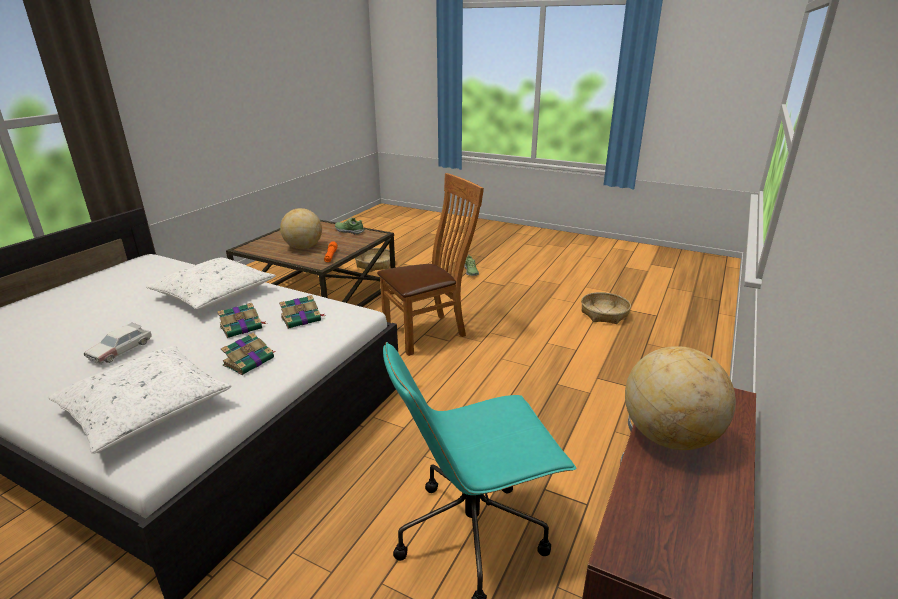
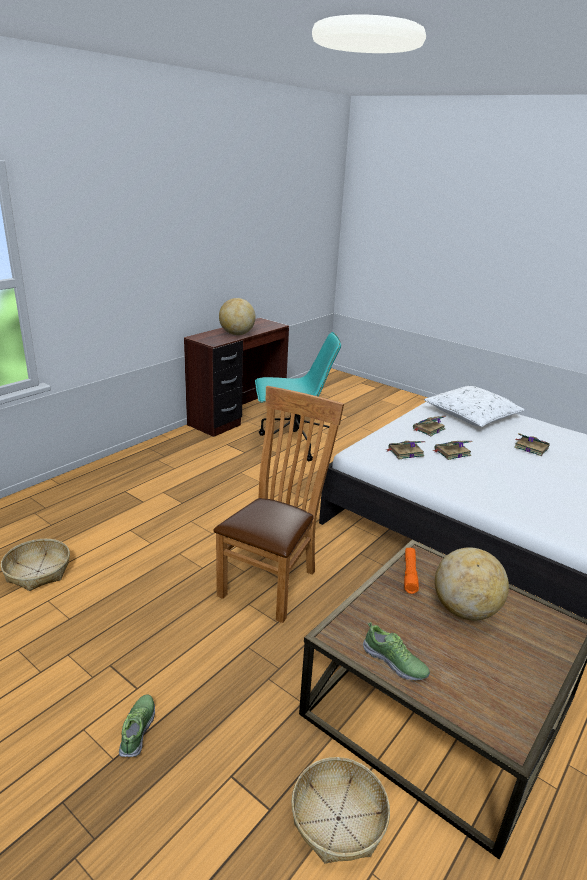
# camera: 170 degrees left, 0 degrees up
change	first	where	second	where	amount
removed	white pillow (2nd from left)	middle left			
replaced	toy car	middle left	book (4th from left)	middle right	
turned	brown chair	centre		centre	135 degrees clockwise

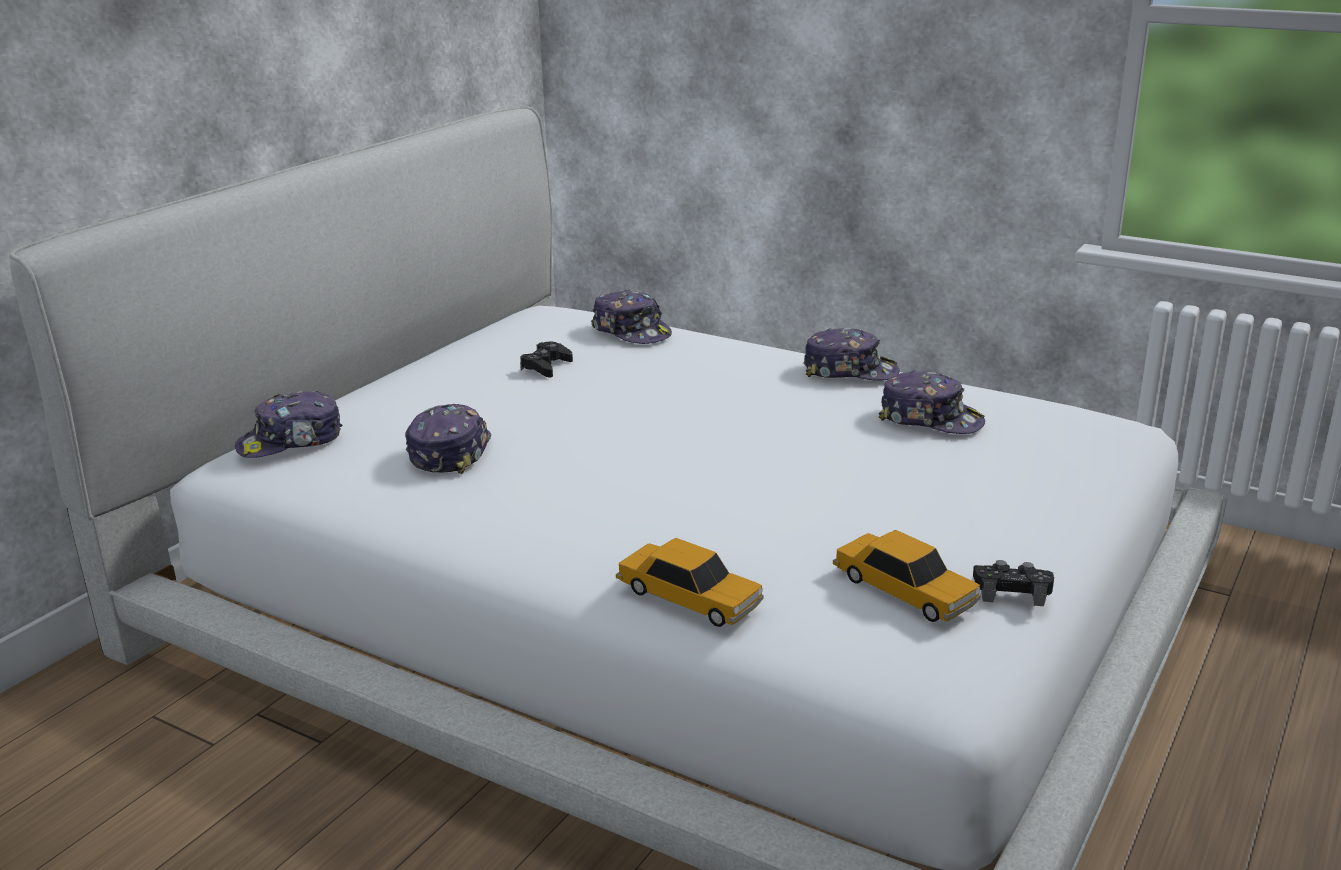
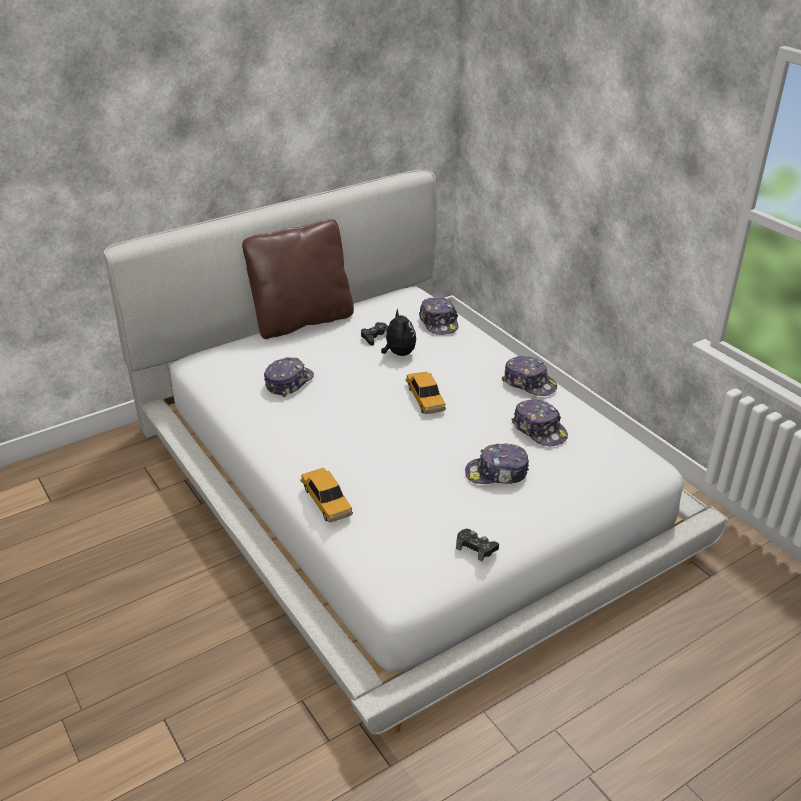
# camera: 25 degrees right, 10 degrees up
change	first	where	second	where	amount
added			brown pillow	centre	
added			plush toy	centre	
moved	cap (1st from left in the first image)	middle left	cap (3rd from left)	centre	
moved	toy car (2nd from left)	middle right		centre	

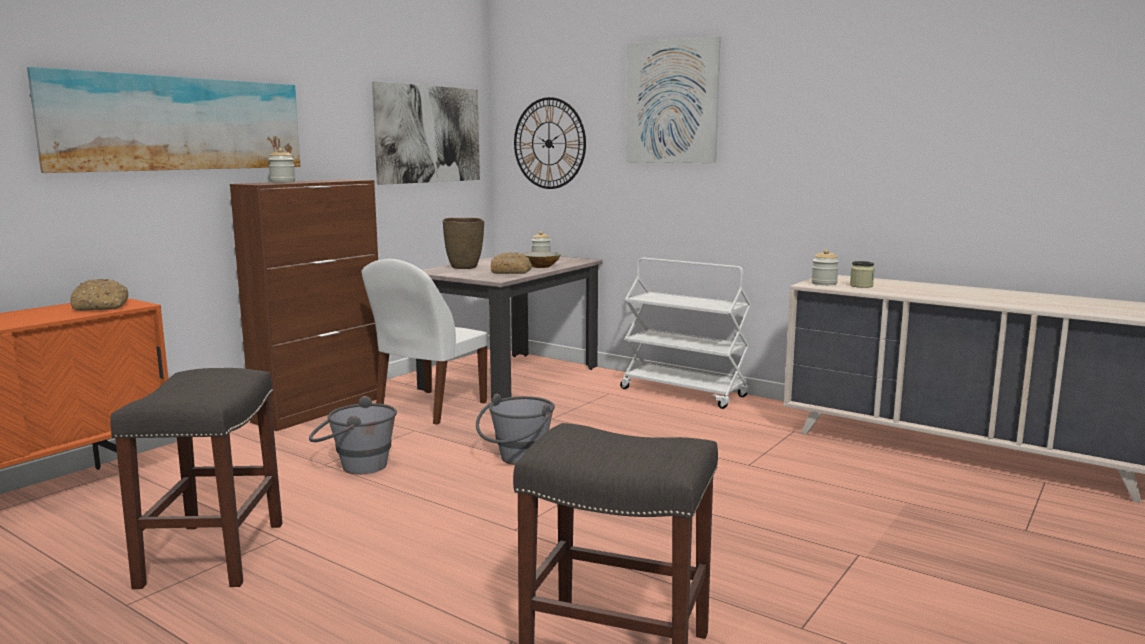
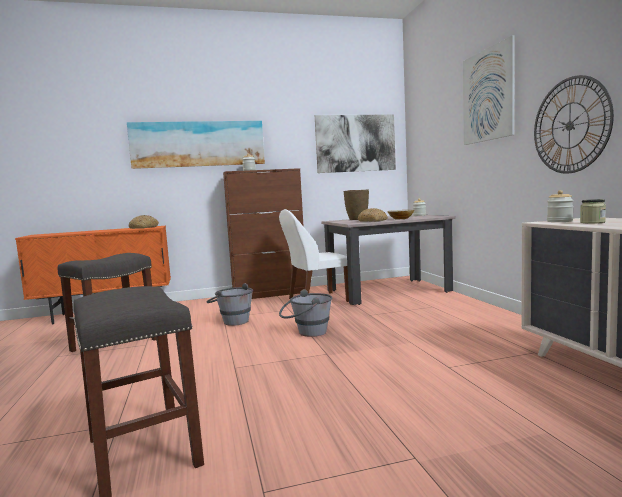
# camera: 40 degrees right, 5 degrees down
change	first	where	second	where	amount
removed	white cart	centre			
moved	wall clock	top centre		top right	

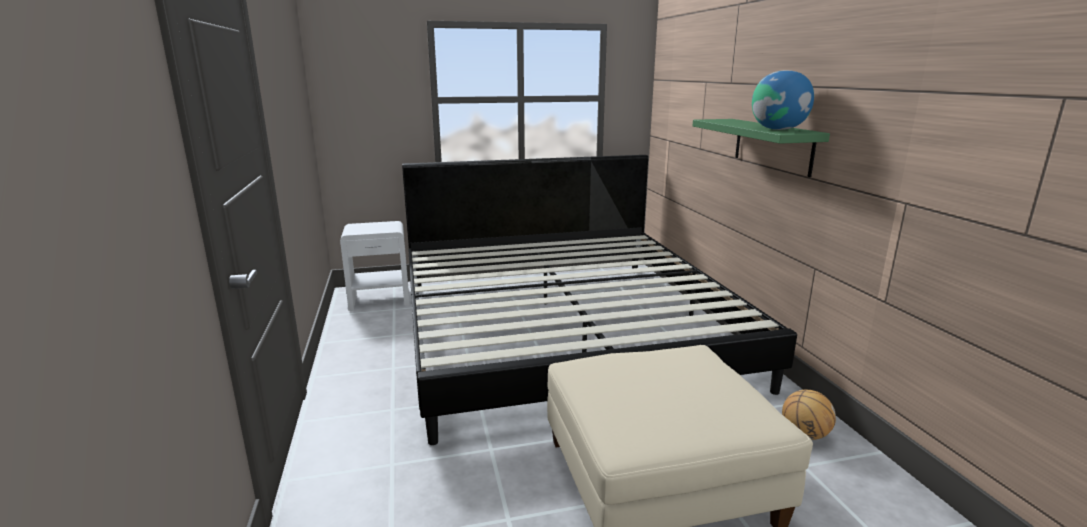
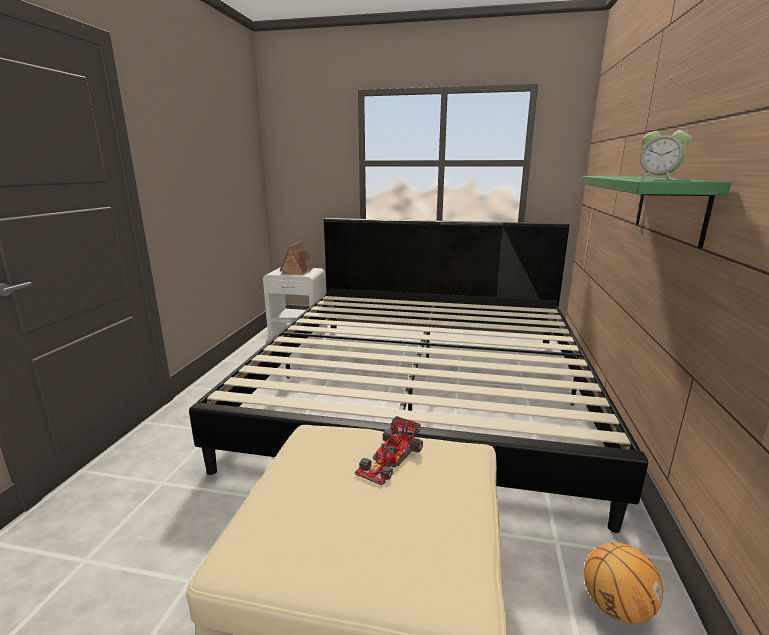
# camera: 25 degrees right, 0 degrees up
change	first	where	second	where	amount
added			toy house	centre	
added			toy car	bottom centre	
replaced	globe	top right	alarm clock	top right	

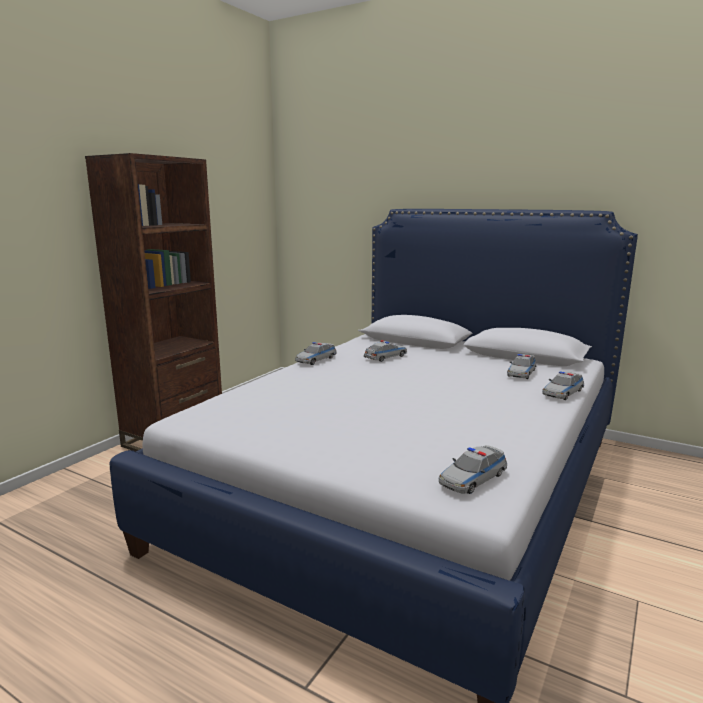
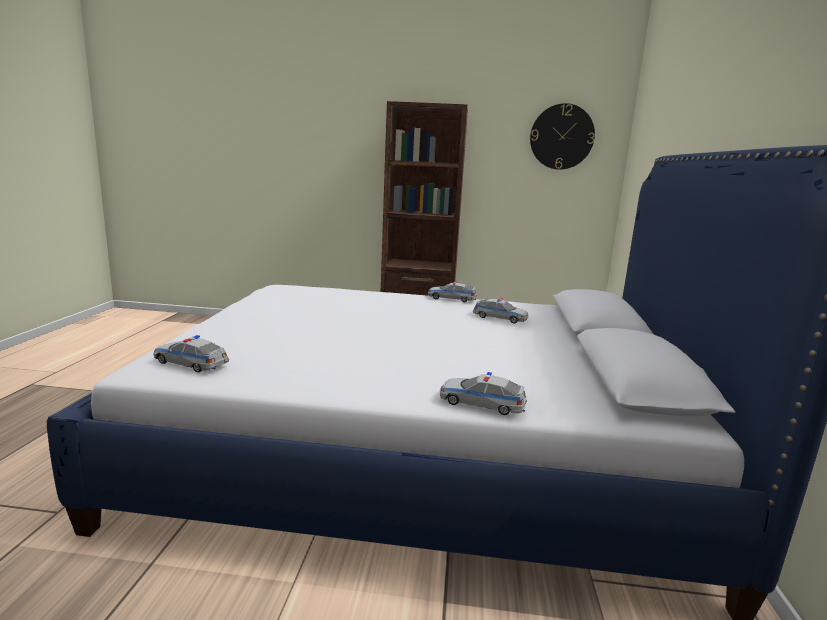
# camera: 65 degrees right, 0 degrees up
change	first	where	second	where	amount
removed	toy car (4th from left)	middle right			
added			wall clock	top right	

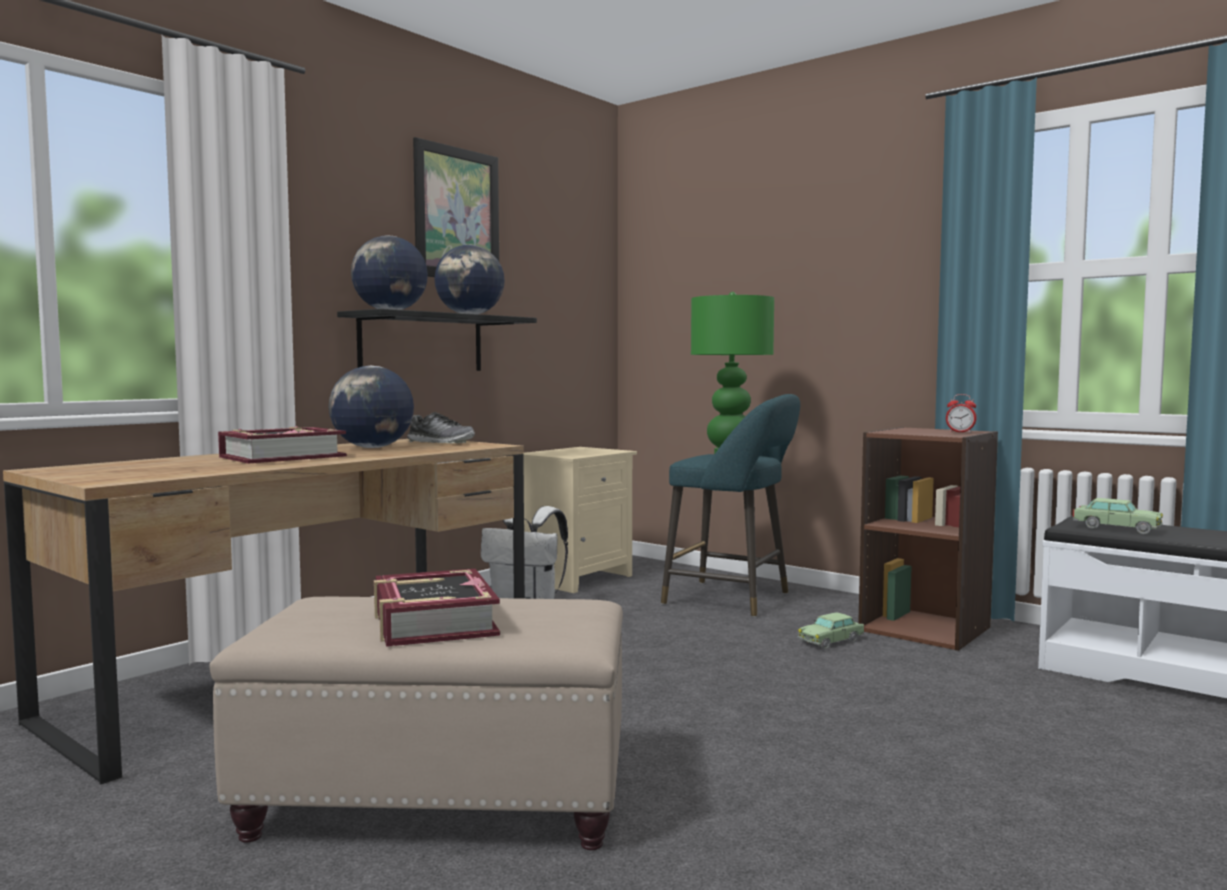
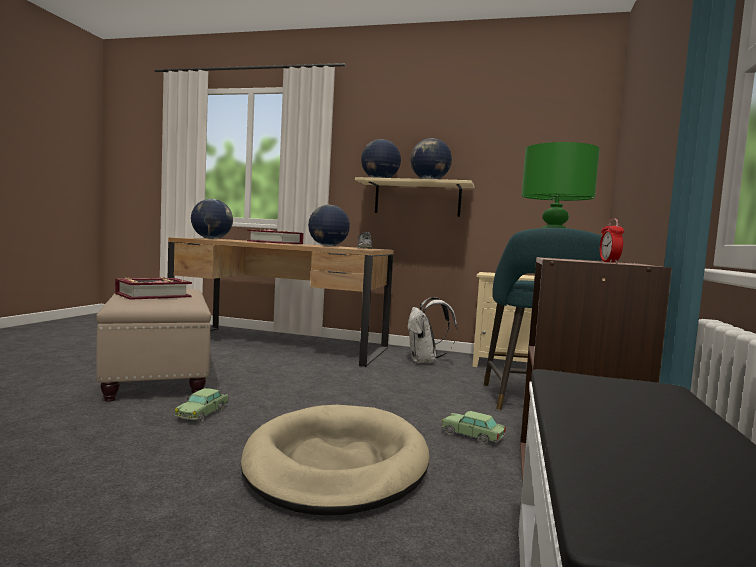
# camera: 65 degrees right, 0 degrees up
change	first	where	second	where	amount
removed	picture	top centre			
added			globe (1st from left)	middle left	
added			beige dog bed	bottom centre	
moved	toy car (2nd from left in the first image)	middle right	toy car (1st from left)	bottom left	
recoloured	black shelf	centre	beige shelf	centre	

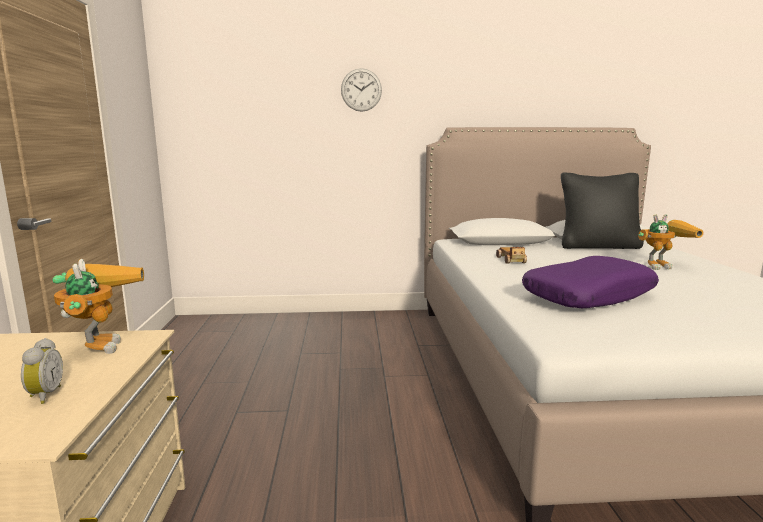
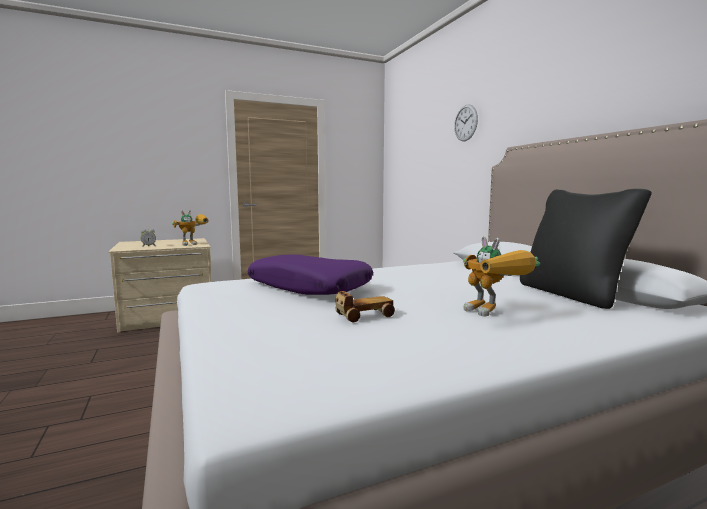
# camera: 70 degrees right, 5 degrees down
change	first	where	second	where	amount
moved	toy car	middle right		centre	

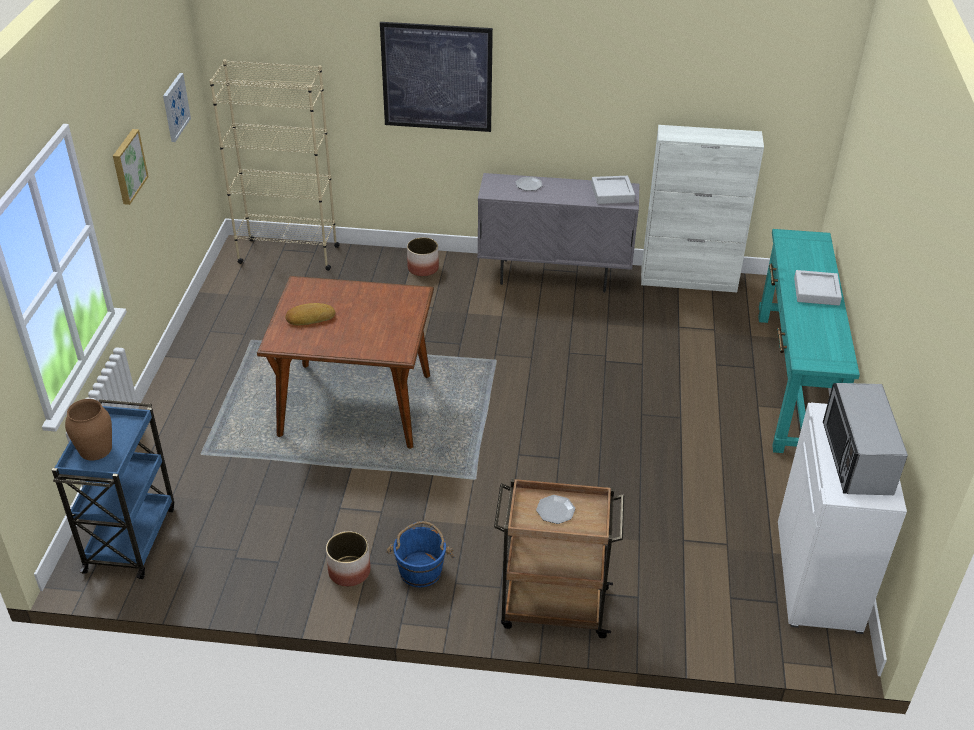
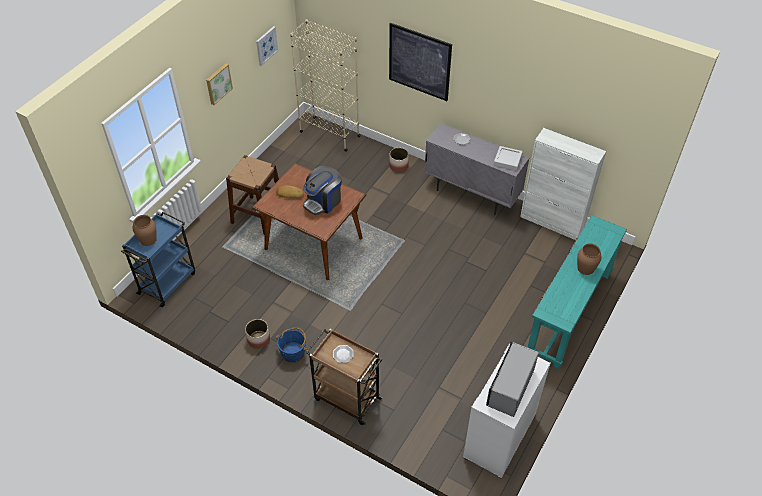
# camera: 25 degrees right, 10 degrees up
change	first	where	second	where	amount
added			brown stool	middle left	
added			coffee machine	centre	
replaced	grey tray (2nd from left)	middle right	brown vase (2nd from left)	middle right	

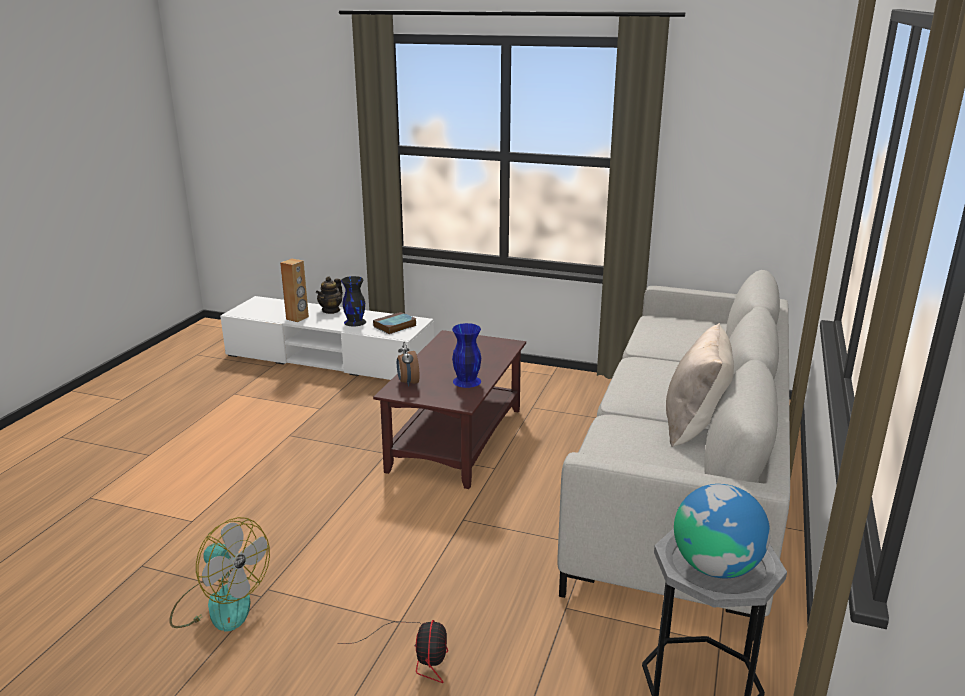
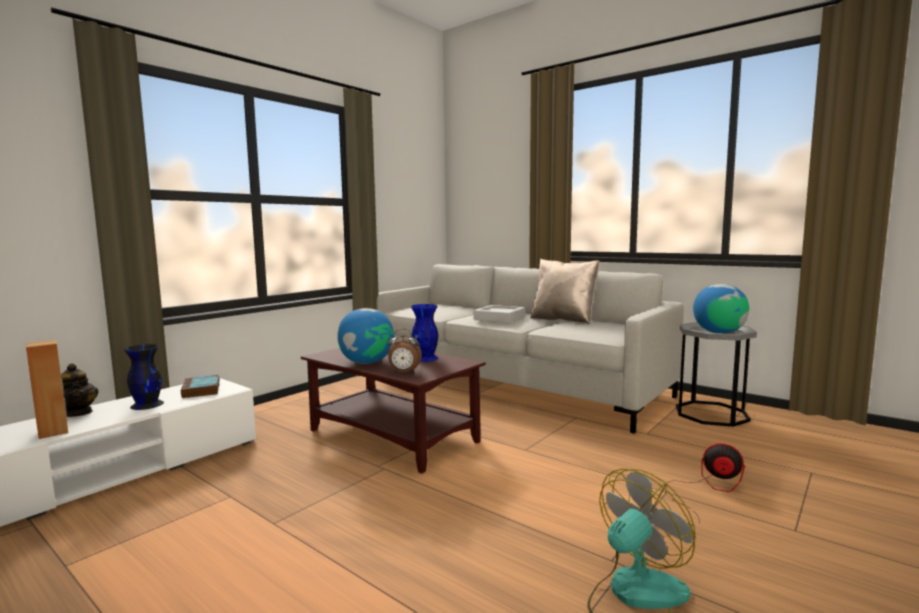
# camera: 70 degrees left, 15 degrees down
change	first	where	second	where	amount
added			globe (1st from left)	centre	
added			grey tray	centre	

